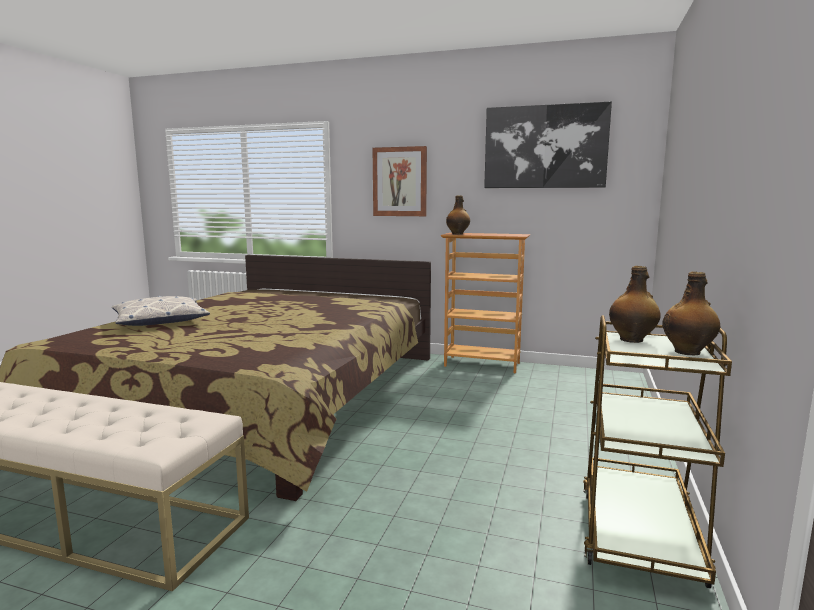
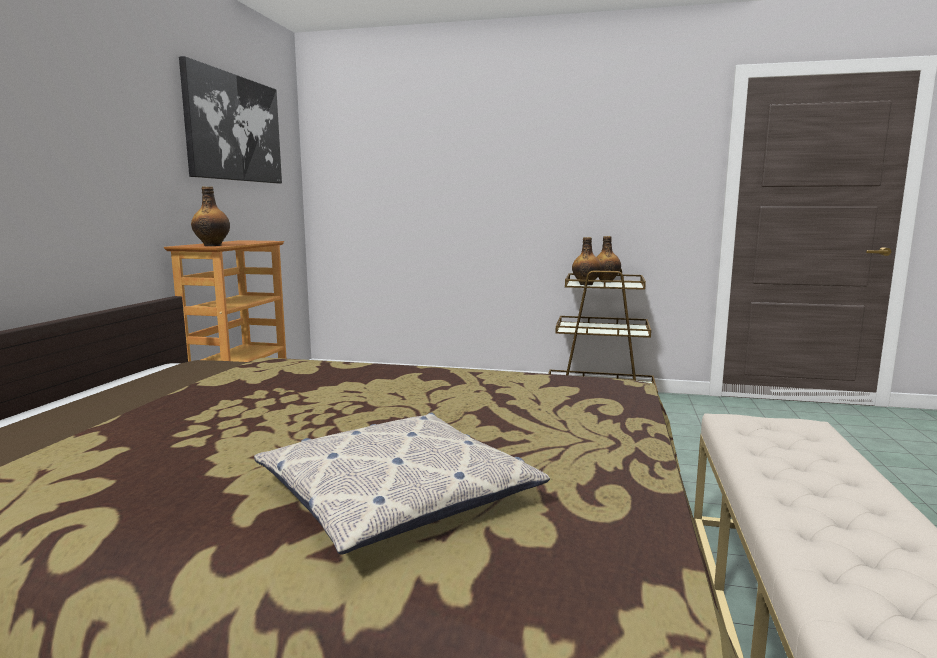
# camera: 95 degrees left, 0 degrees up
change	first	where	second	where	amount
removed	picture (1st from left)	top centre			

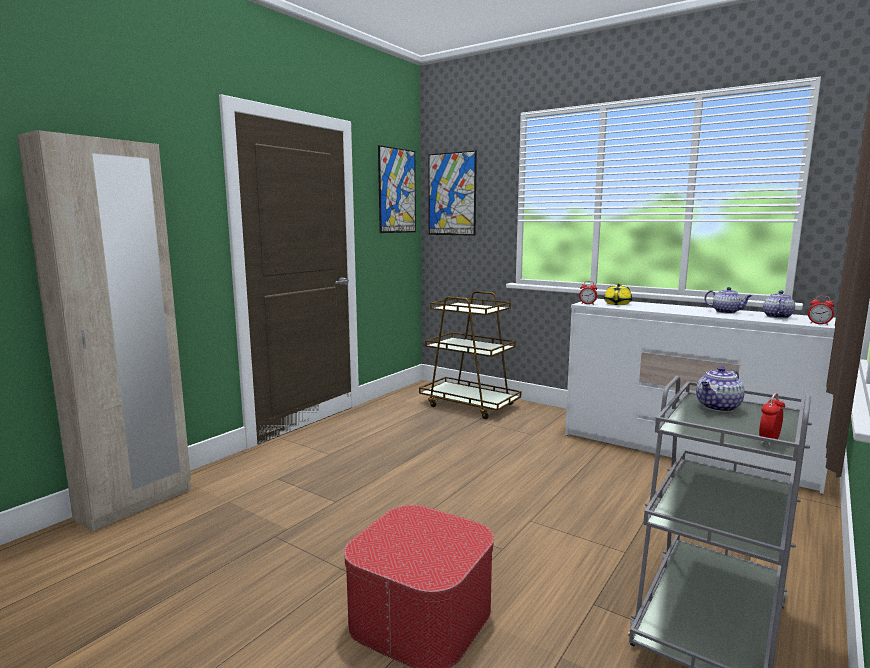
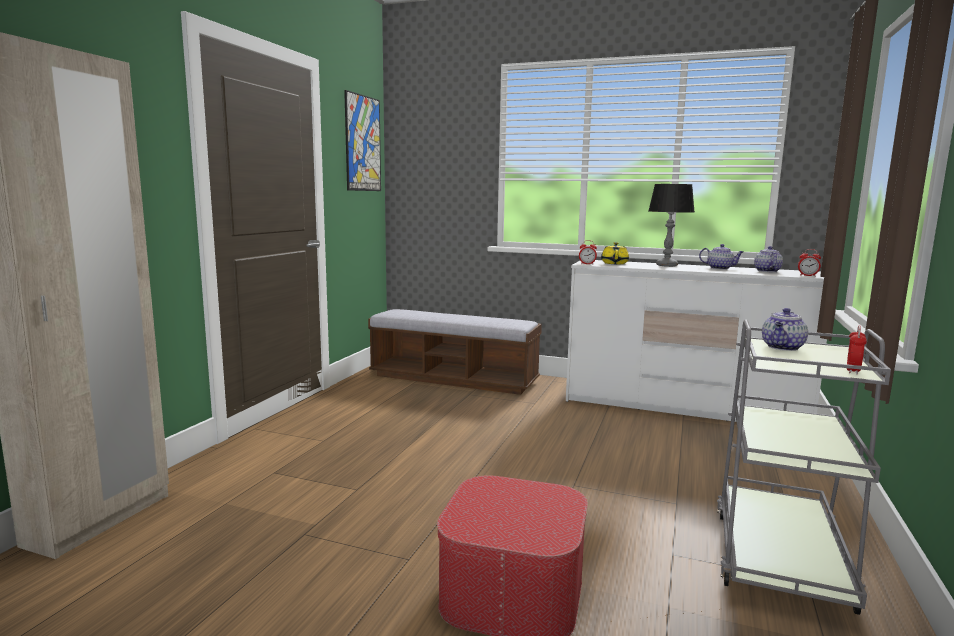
# camera: 15 degrees left, 0 degrees up
change	first	where	second	where	amount
removed	picture (2nd from left)	top centre			
added			table lamp	middle right	
replaced	brown cart	centre	bench	centre	

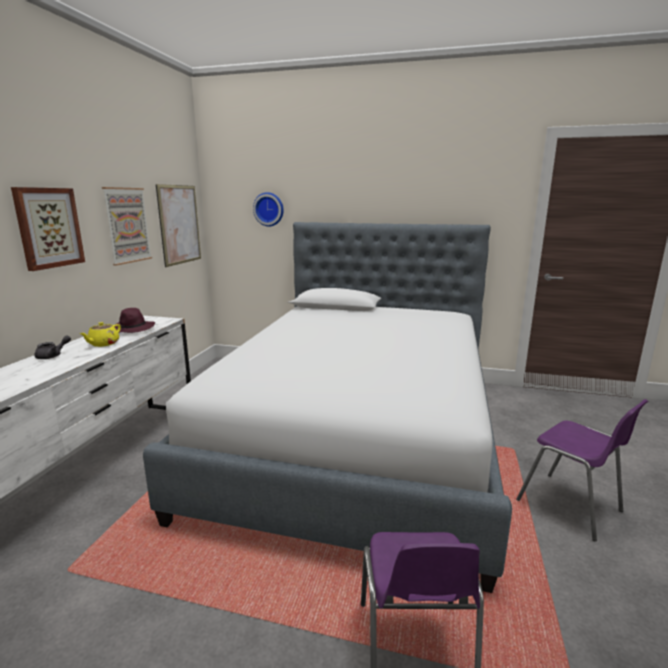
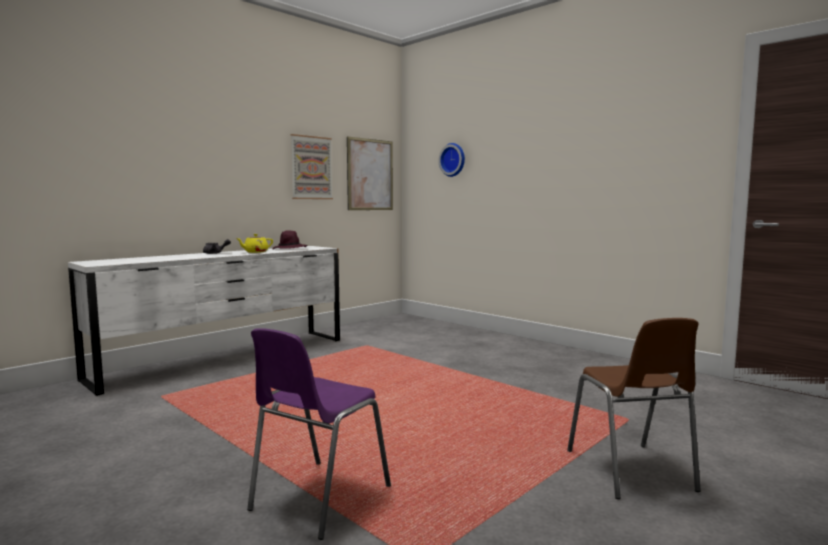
# camera: 30 degrees right, 10 degrees down
change	first	where	second	where	amount
removed	picture (1st from left)	middle left			
removed	bed	centre			
recoloured	purple chair (2nd from left)	bottom right	brown chair	bottom right	

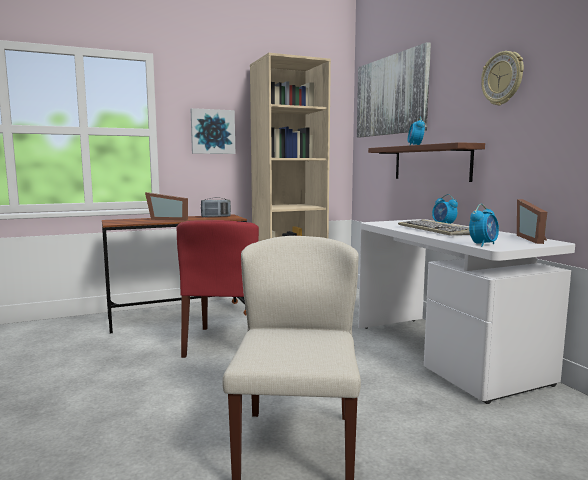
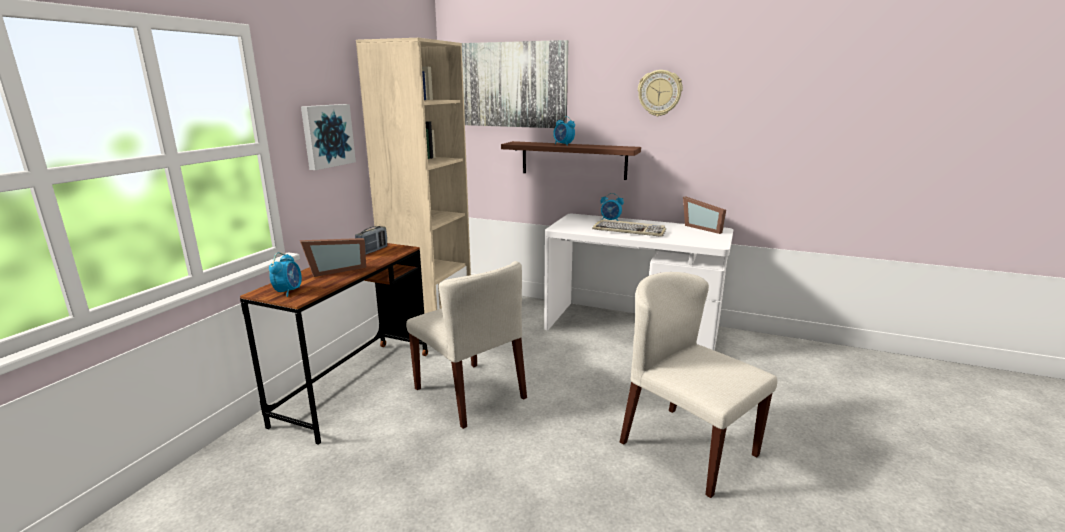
# camera: 45 degrees left, 10 degrees up
change	first	where	second	where	amount
moved	alarm clock (3rd from left in the first image)	middle right	alarm clock (1st from left)	middle left	
recoloured	red chair	centre	beige chair (1st from left)	centre	

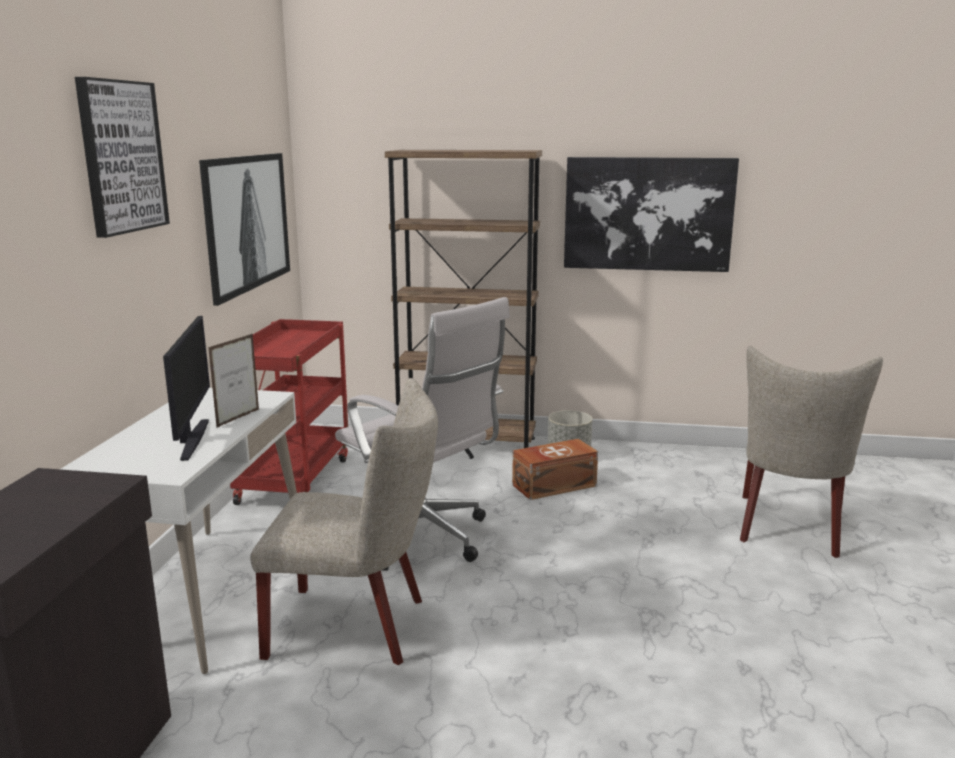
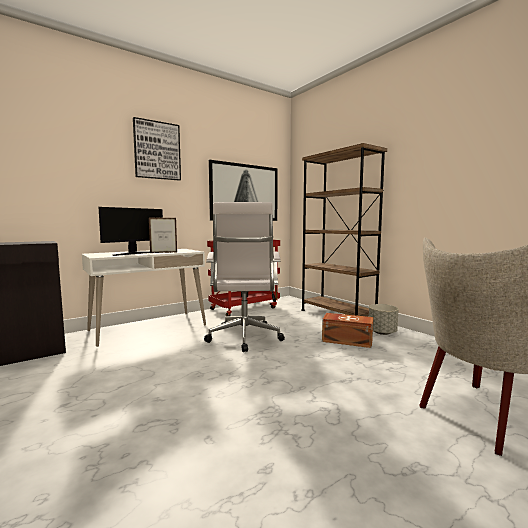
# camera: 45 degrees right, 10 degrees down
change	first	where	second	where	amount
removed	beige chair (1st from left)	bottom centre			
removed	picture (3rd from left)	top right			

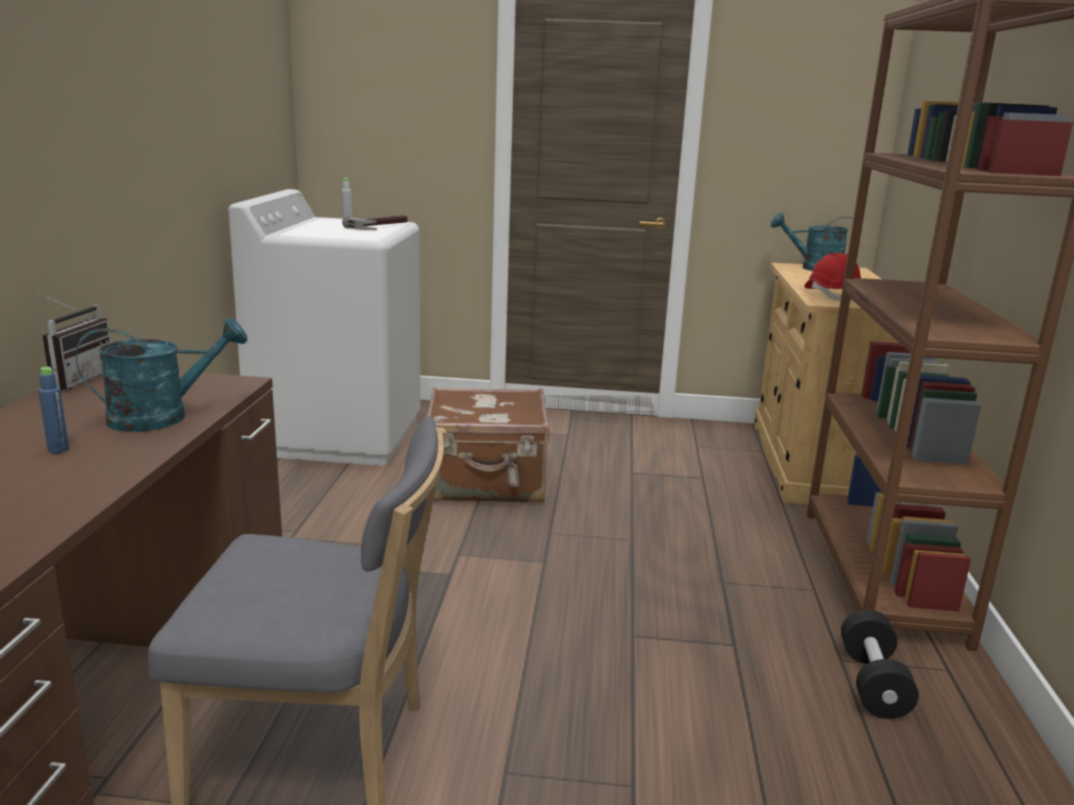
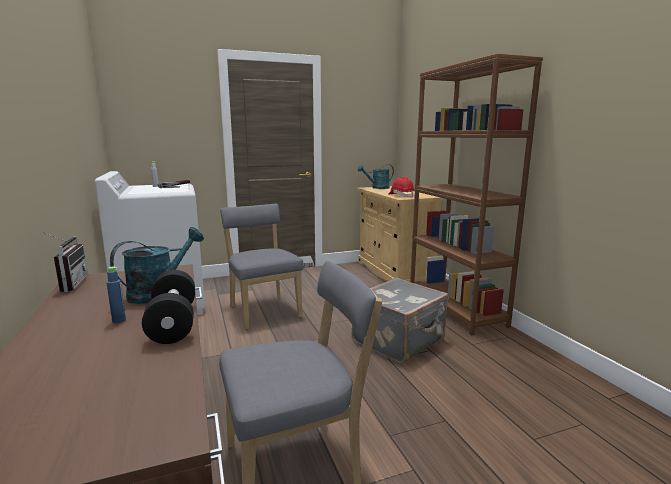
# camera: 25 degrees left, 5 degrees down
change	first	where	second	where	amount
added			grey suitcase	centre	
moved	black dumbbell	bottom right		middle left	
replaced	brown suitcase	centre	grey chair (1st from left)	centre	

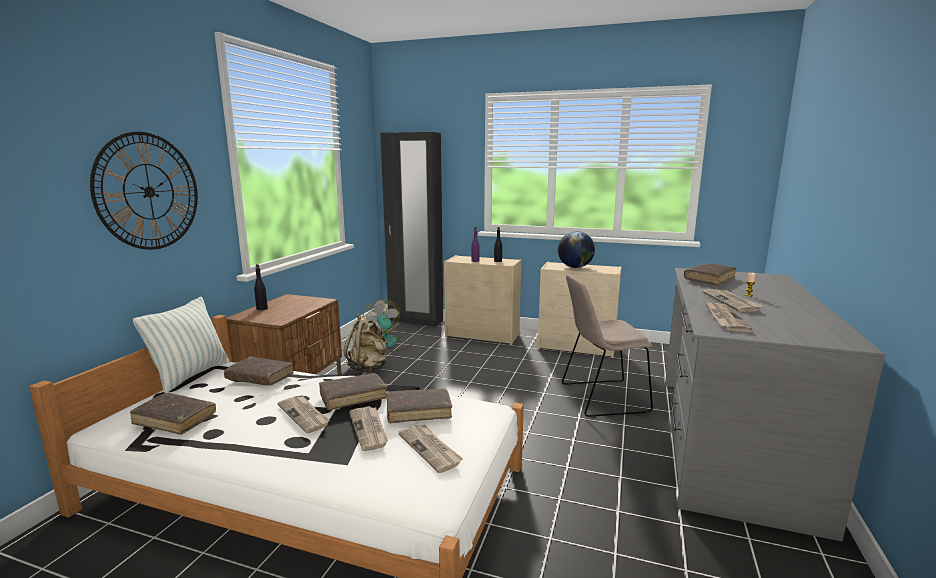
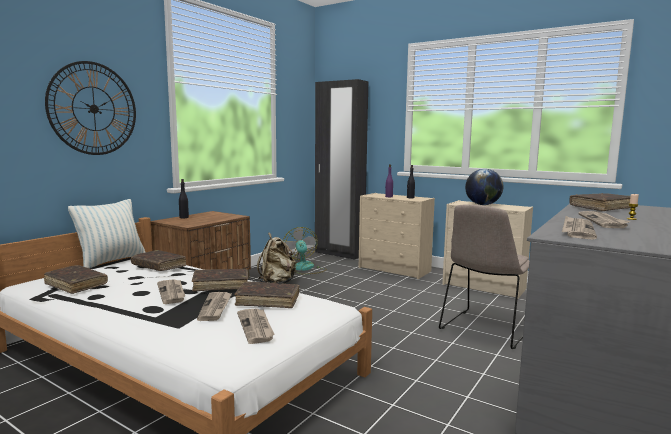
# camera: 15 degrees right, 5 degrees down
change	first	where	second	where	amount
turned	beige chair	centre		middle right	60 degrees counterclockwise

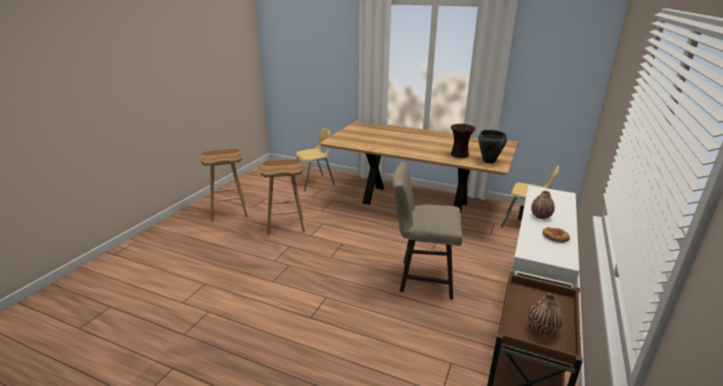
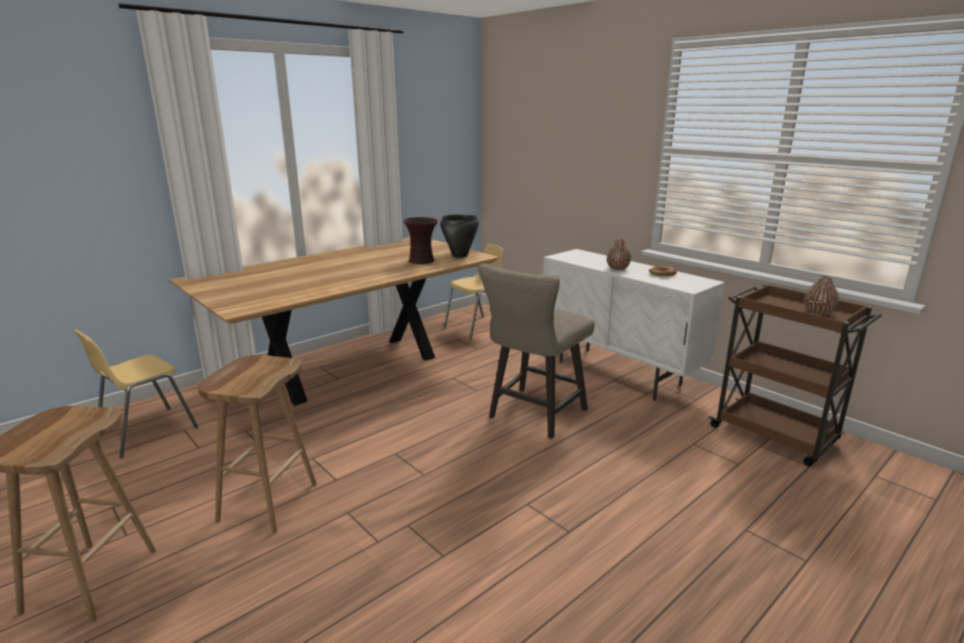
# camera: 65 degrees left, 5 degrees down
change	first	where	second	where	amount
turned	yellow chair (1st from left)	centre		middle left	135 degrees counterclockwise

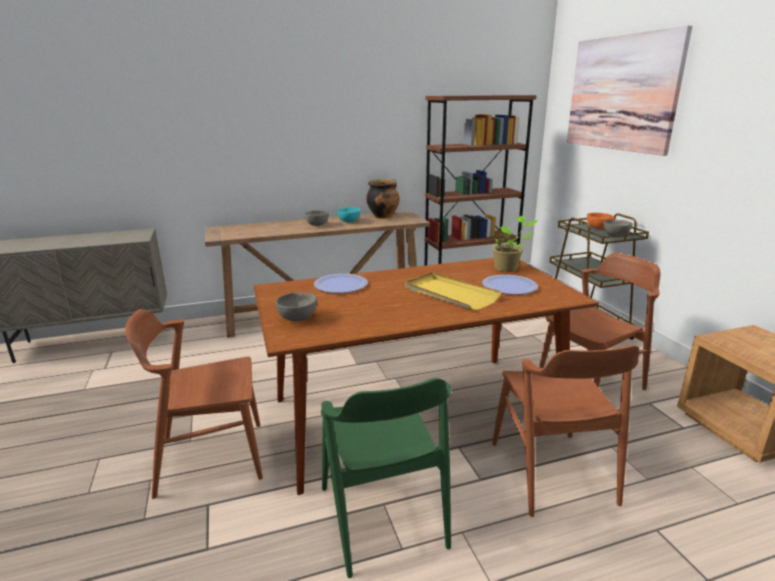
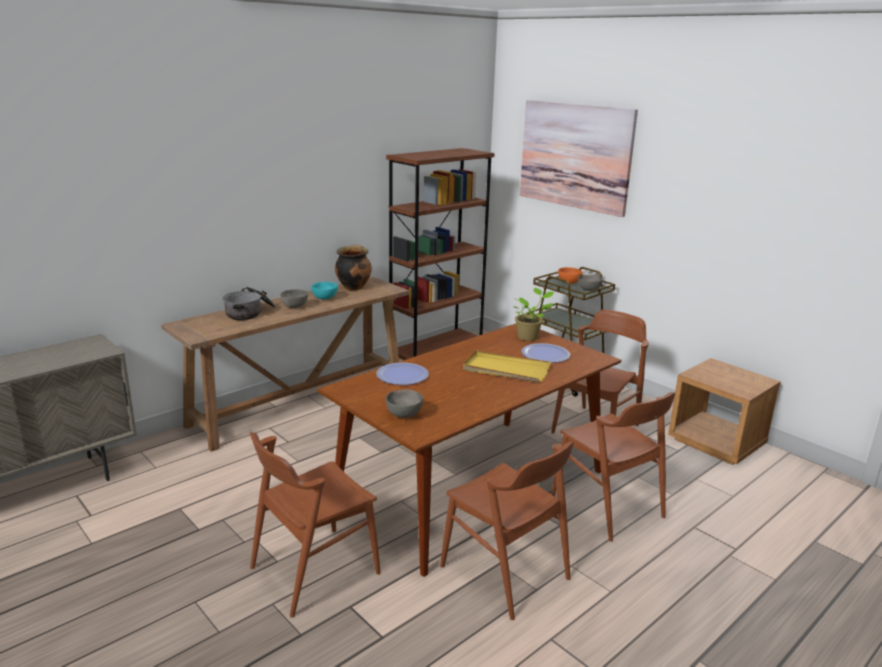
# camera: 25 degrees left, 0 degrees up
change	first	where	second	where	amount
added			cooking pot (1st from left)	middle left	
recoloured	green chair	bottom centre	brown chair (2nd from left)	bottom centre	

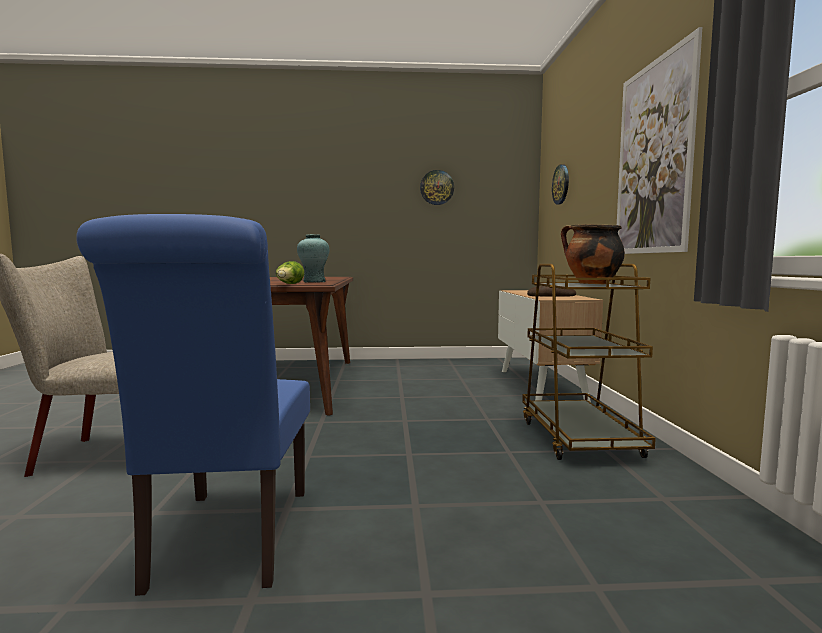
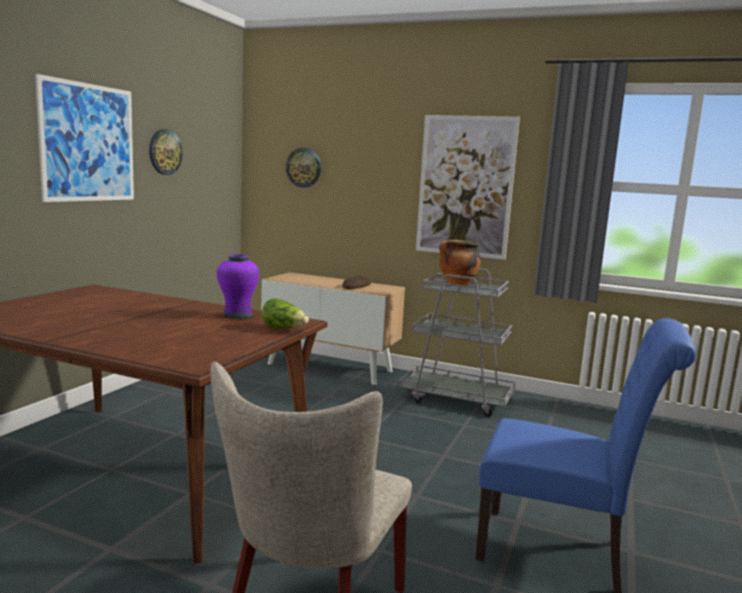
# camera: 65 degrees left, 5 degrees up
change	first	where	second	where	amount
added			picture (1st from left)	top left	
recoloured	turquoise vase	centre	purple vase	middle left	
recoloured	brown cart	middle right	grey cart	centre	

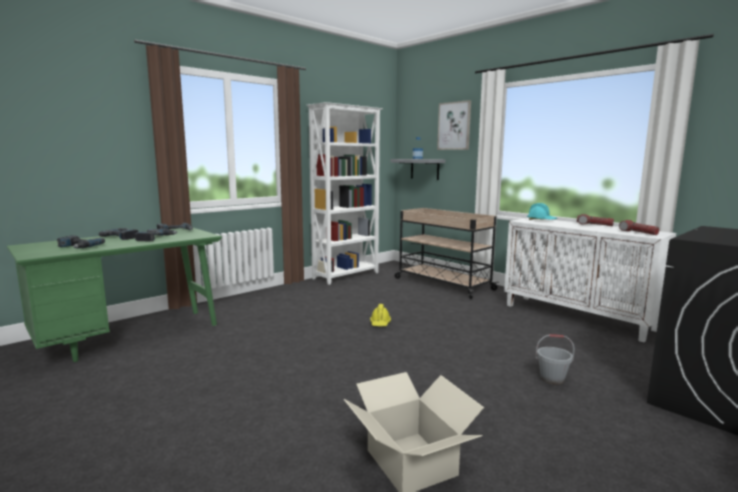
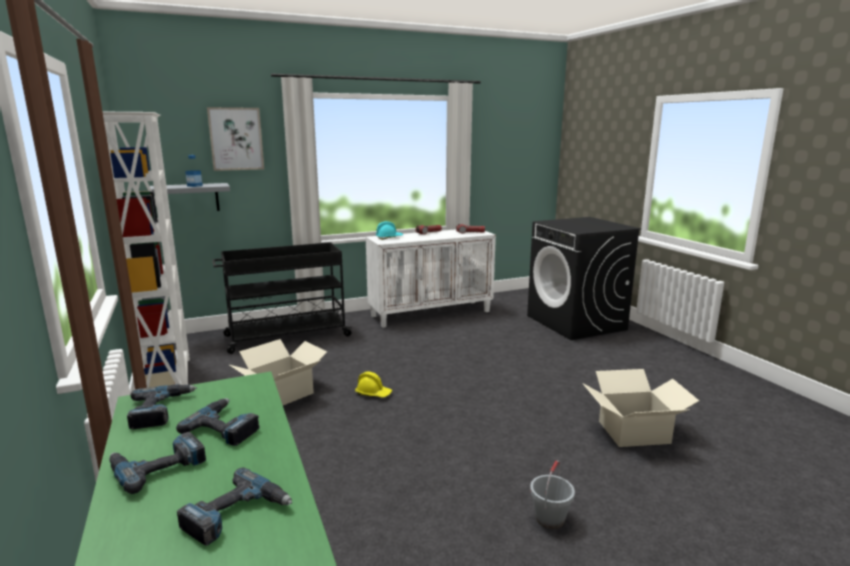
# camera: 70 degrees left, 5 degrees up
change	first	where	second	where	amount
added			cardboard box (1st from left)	middle left	
moved	grey bucket	bottom right		bottom centre	
recoloured	beige cart	centre	black cart	middle left	

